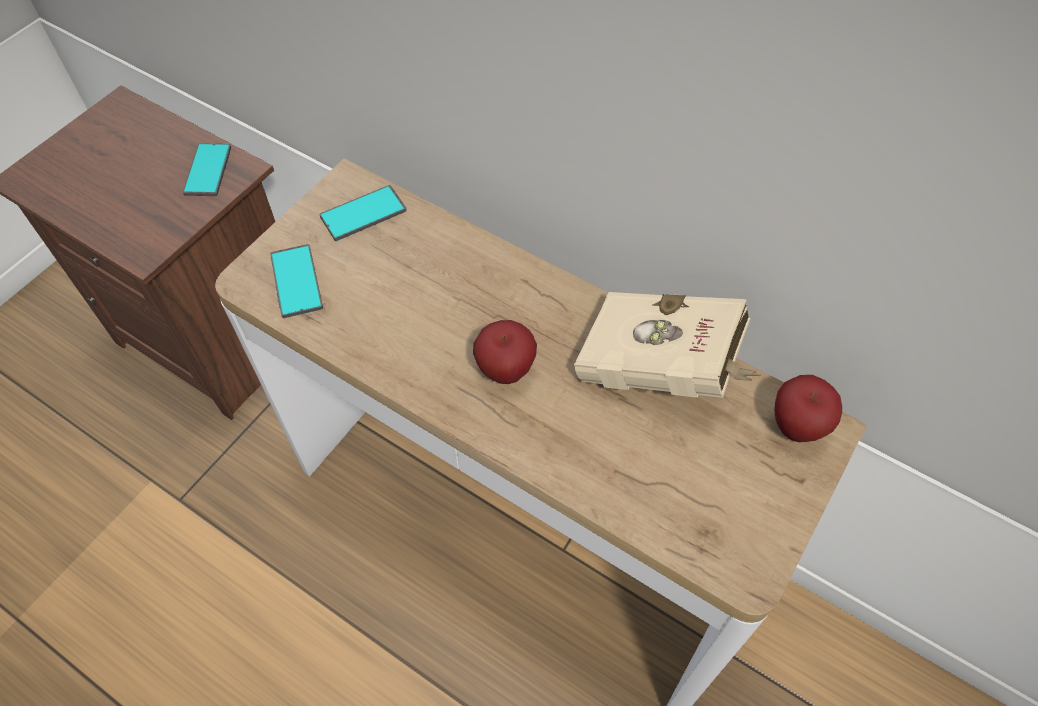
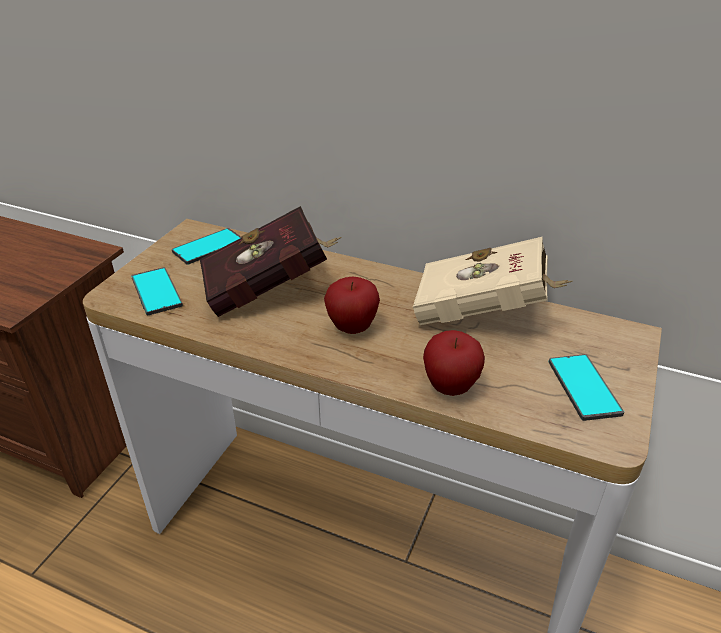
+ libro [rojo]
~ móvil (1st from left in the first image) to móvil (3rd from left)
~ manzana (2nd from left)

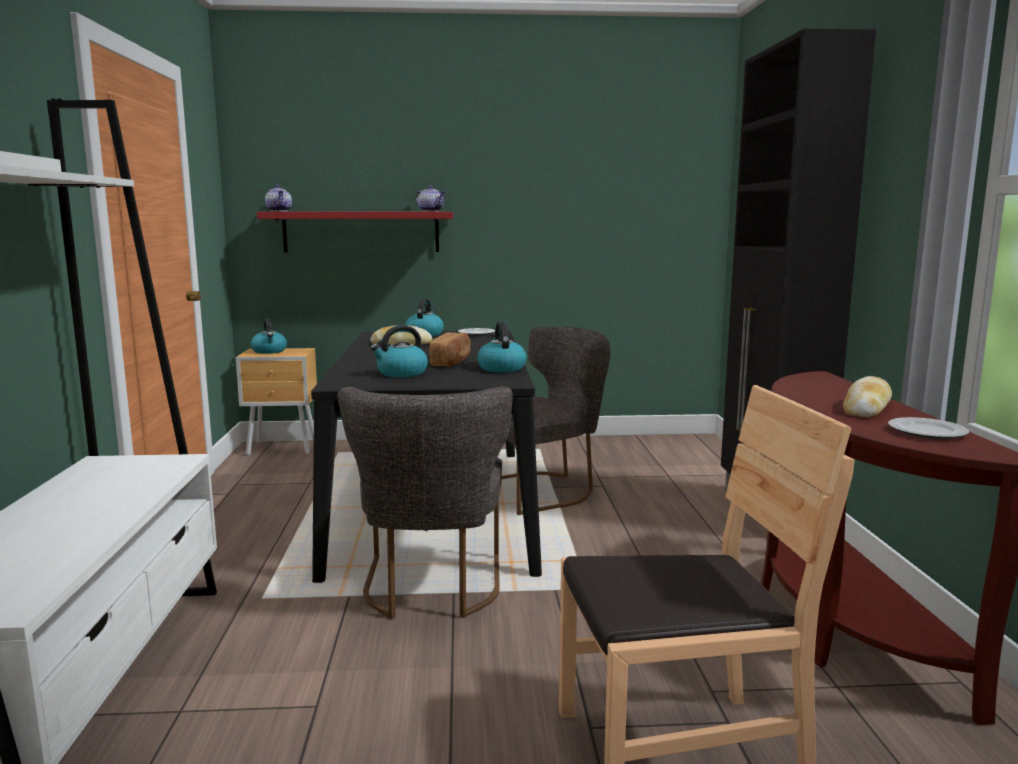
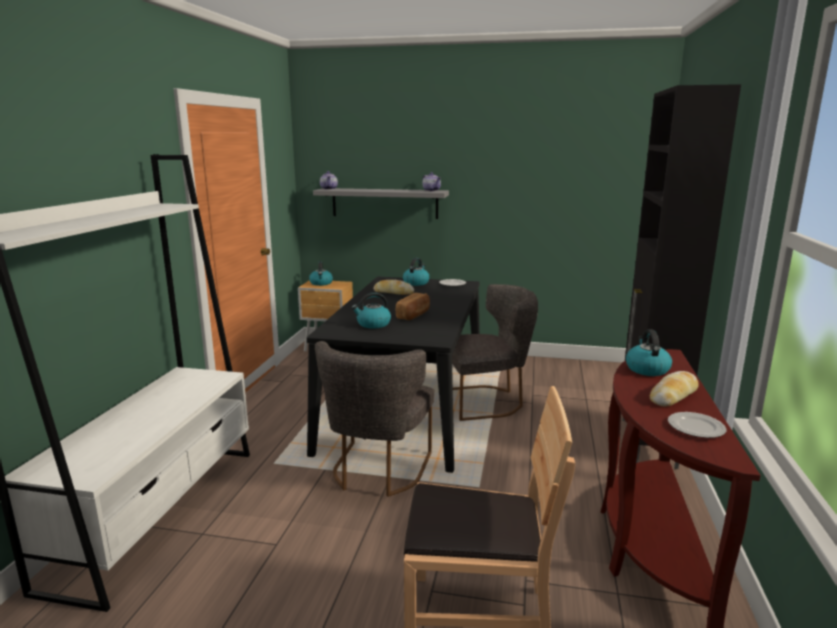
~ hervidor (4th from left)
~ estante [rojo] to estante [gris]

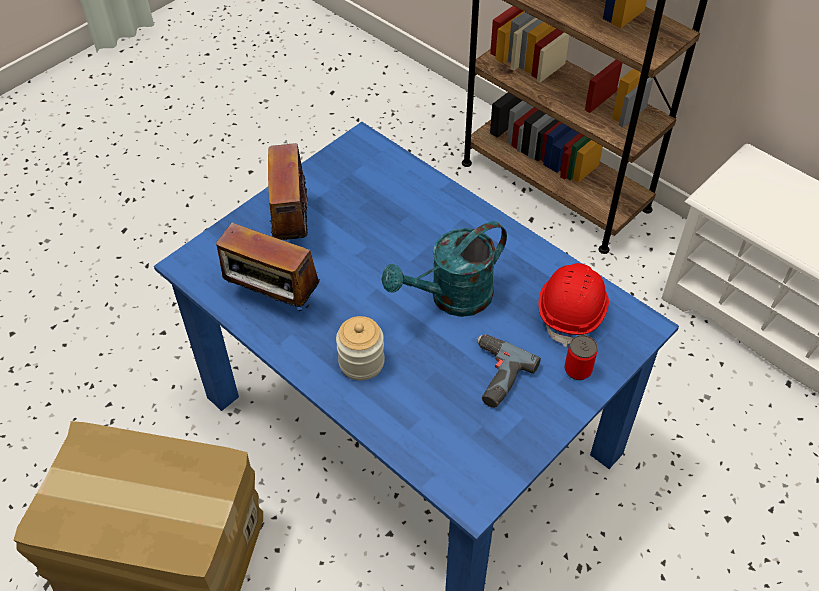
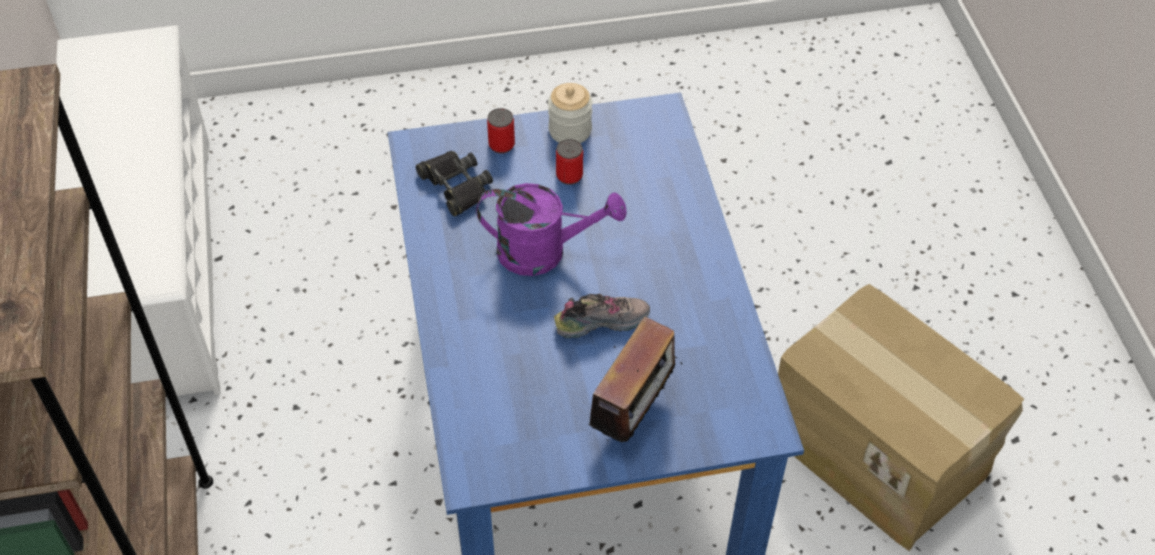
- radio (1st from left)
+ zapato
~ tarro
~ taladro to lata (2nd from left)
~ casco [rojo] to prismáticos [negro]
~ regadera [turquesa] to regadera [morado]

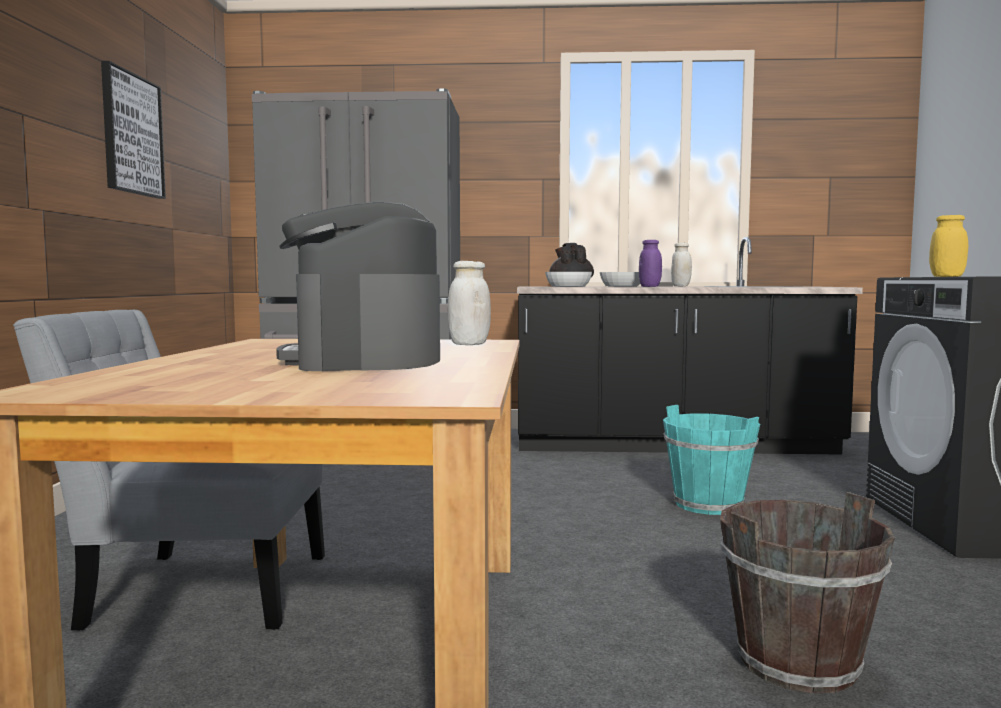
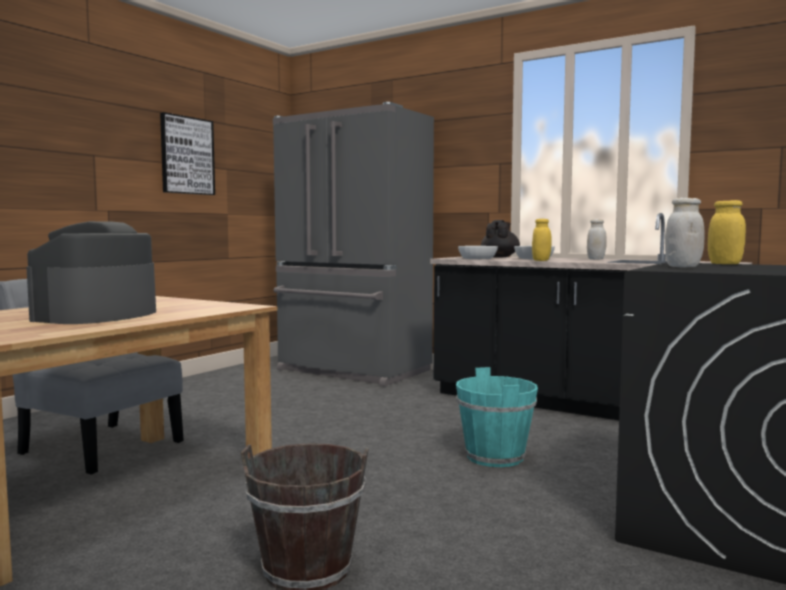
~ tarro [blanco] (1st from left in the first image) to tarro [blanco] (2nd from left)
~ tarro [morado] to tarro [amarillo] (1st from left)

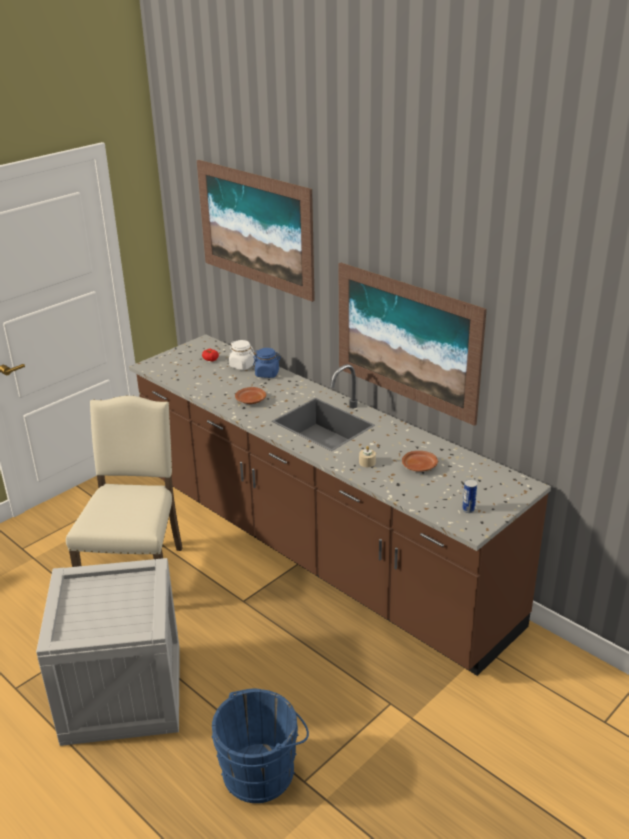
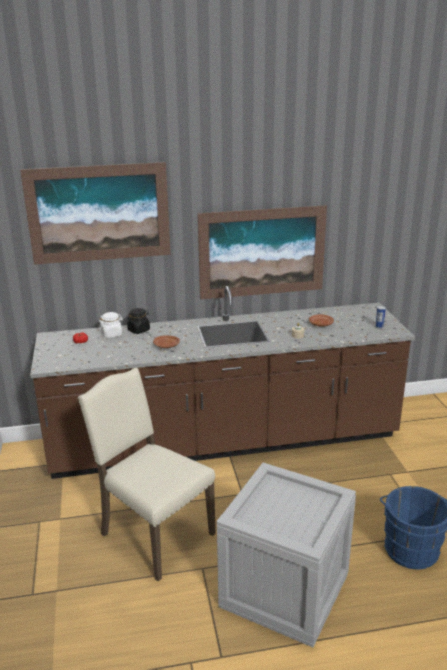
~ tarro [azul] to tarro [negro]

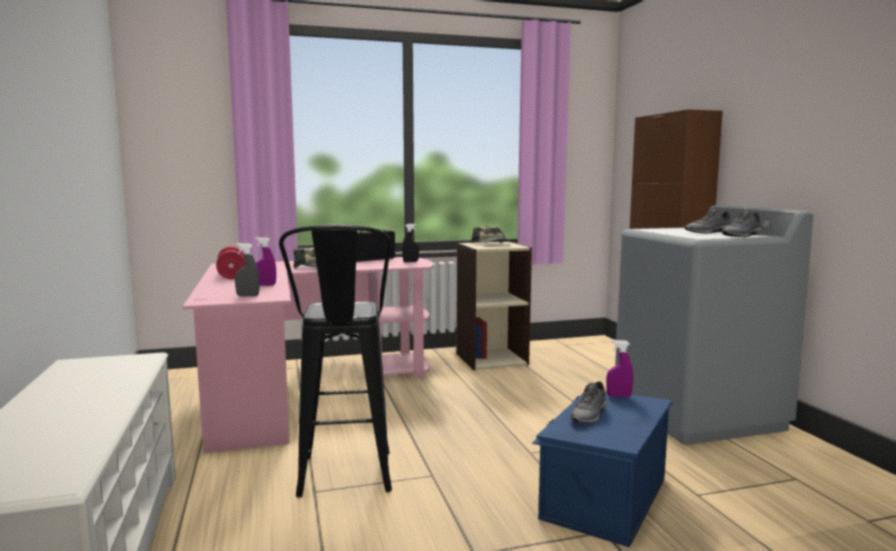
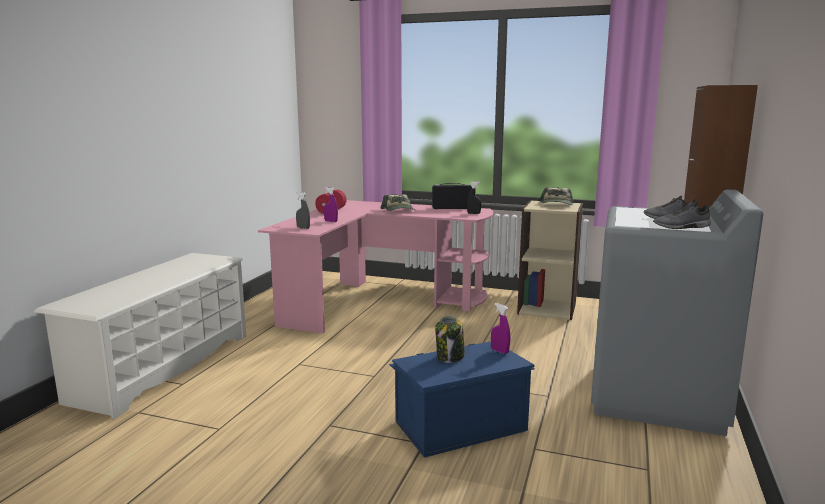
- taburete [negro]
~ zapato [gris] (1st from left) to tarro

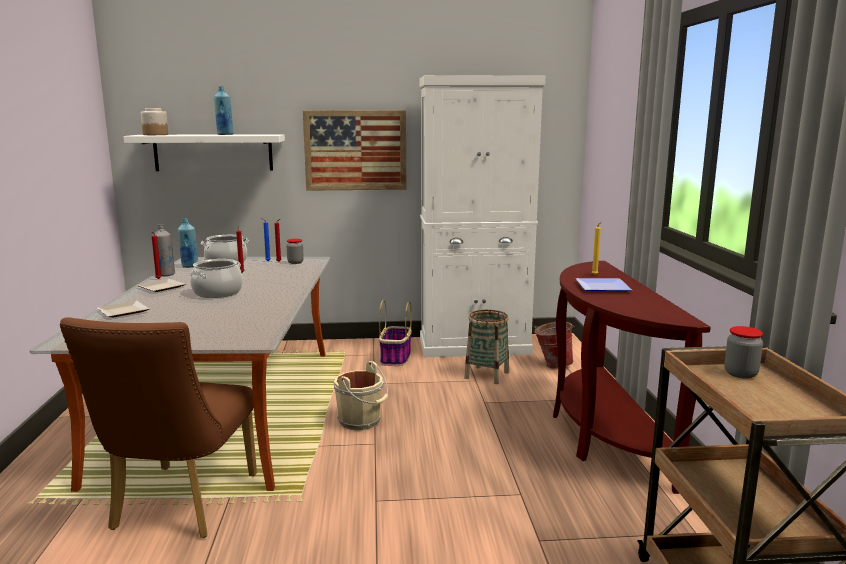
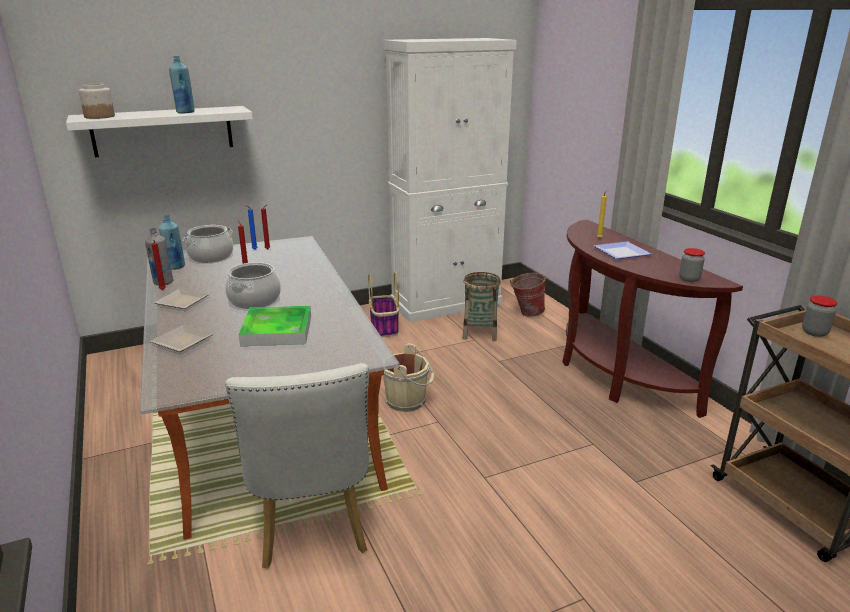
- cuadro
+ bandeja
~ tarro (2nd from left)
~ silla [marrón] to silla [blanco]

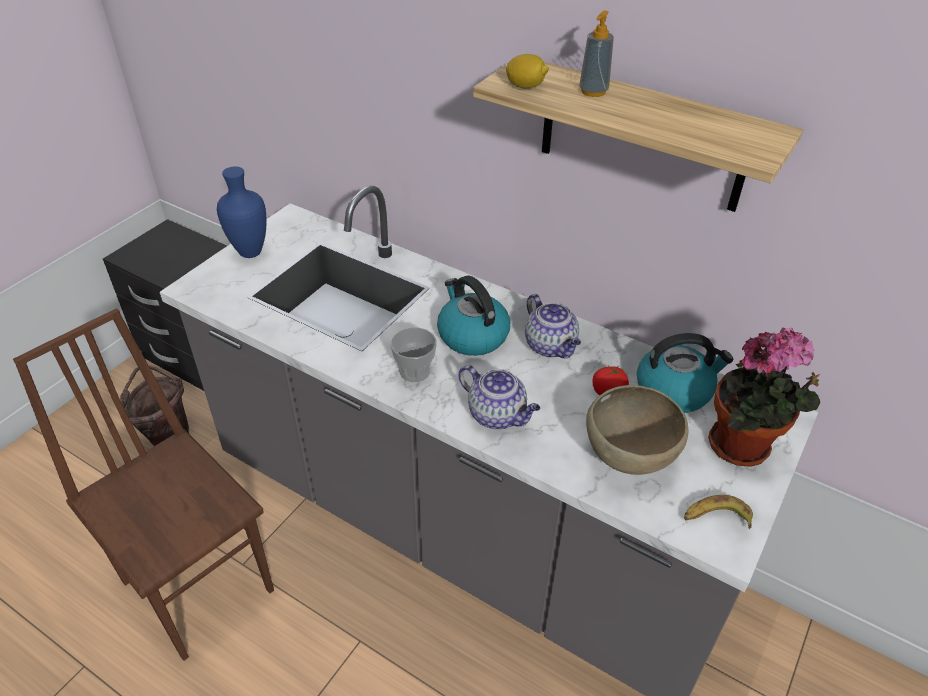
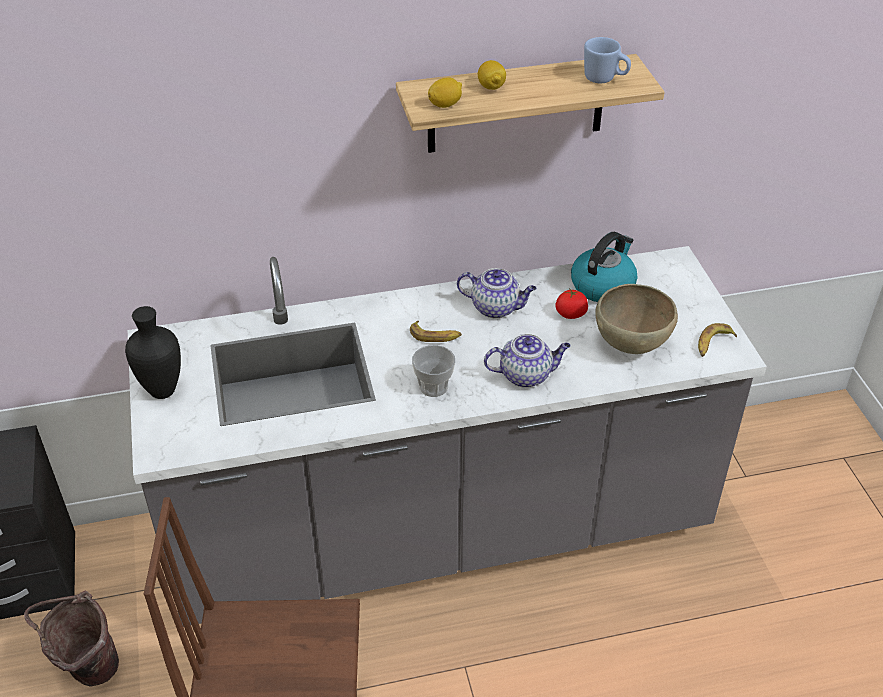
- planta en maceta
+ taza grande [azul]
~ hervidor (1st from left) to plátano (1st from left)
~ dispensador de jabón to limón (2nd from left)
~ florero [azul] to florero [negro]

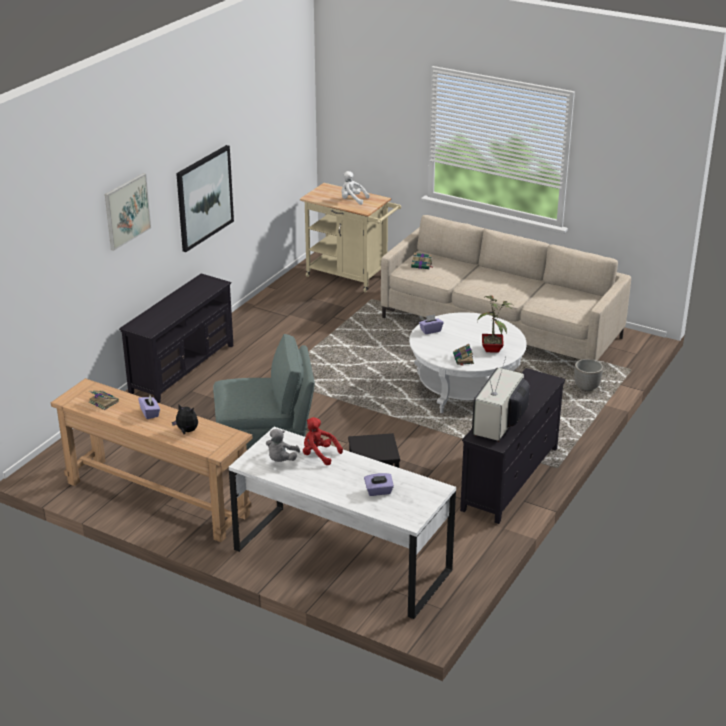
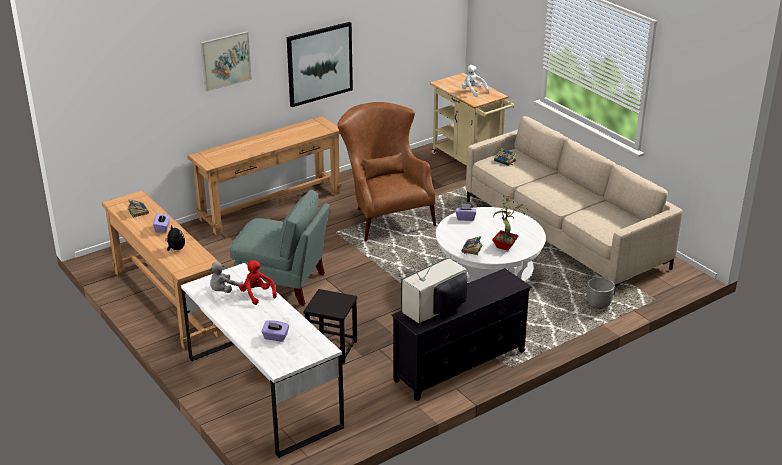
+ sillón [marrón]
~ mueble de televisión [negro] (1st from left) to mesa consola [marrón] (2nd from left)

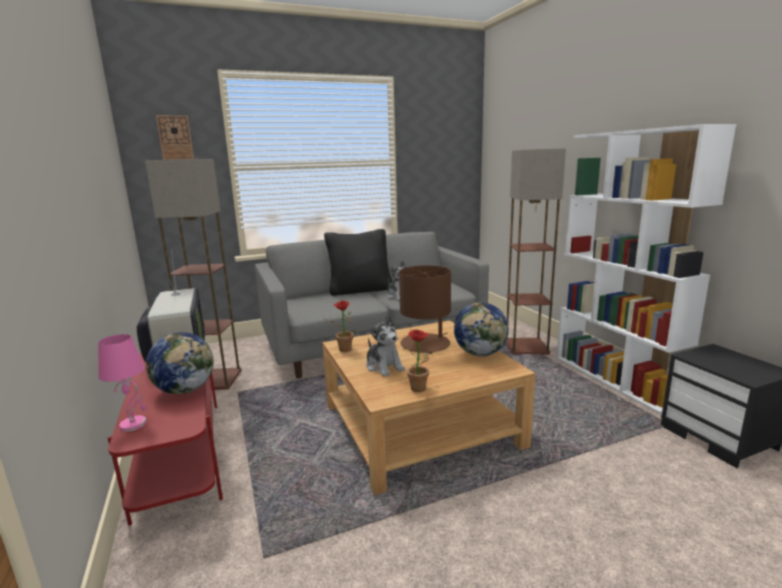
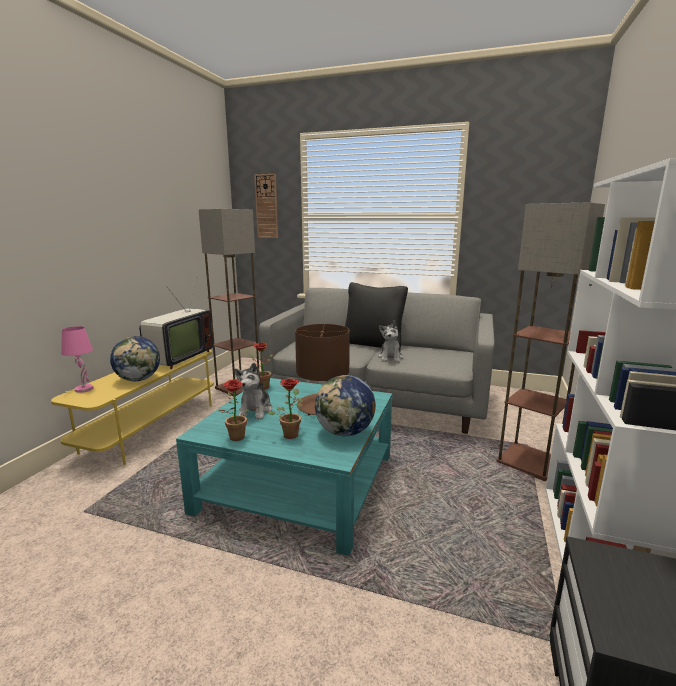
+ planta en maceta (3rd from left)
~ mueble de televisión [rojo] to mueble de televisión [amarillo]
~ mesa de centro [beis] to mesa de centro [turquesa]

